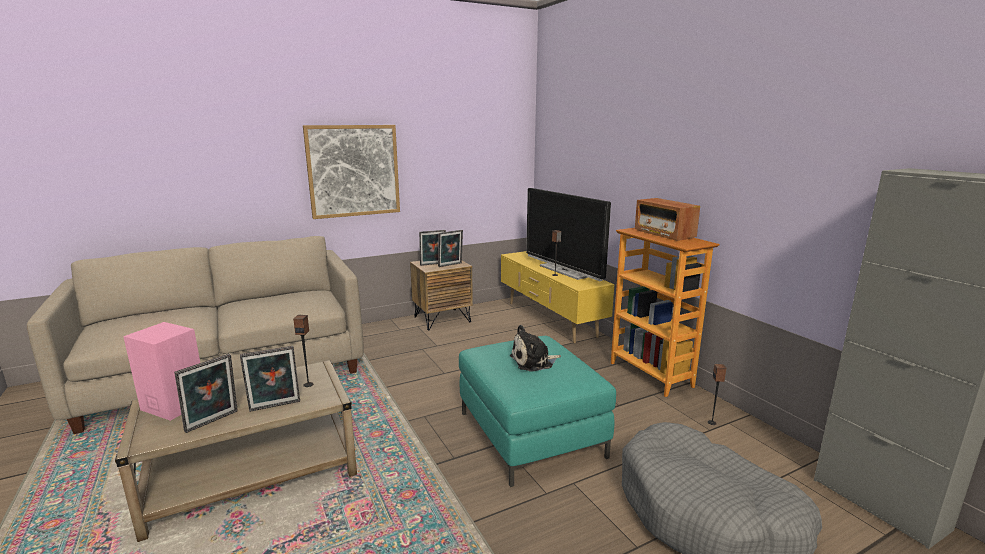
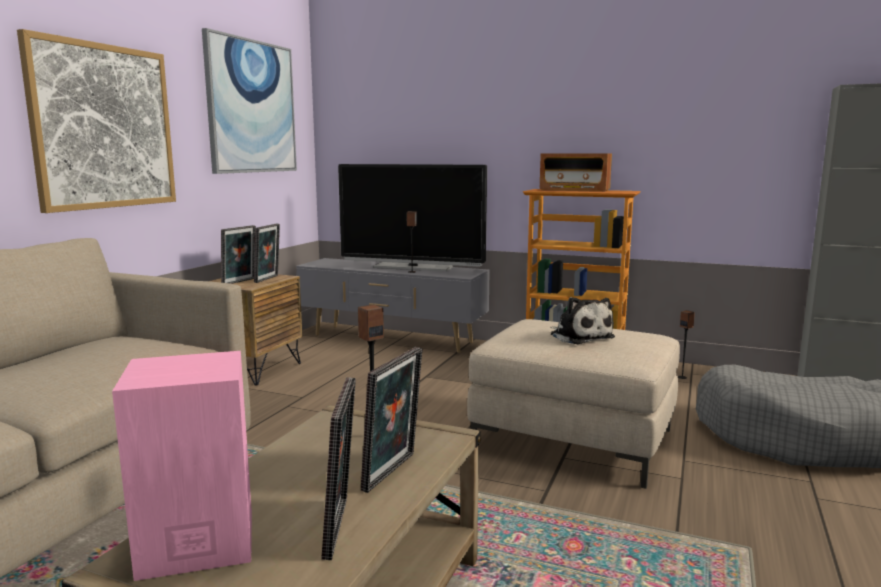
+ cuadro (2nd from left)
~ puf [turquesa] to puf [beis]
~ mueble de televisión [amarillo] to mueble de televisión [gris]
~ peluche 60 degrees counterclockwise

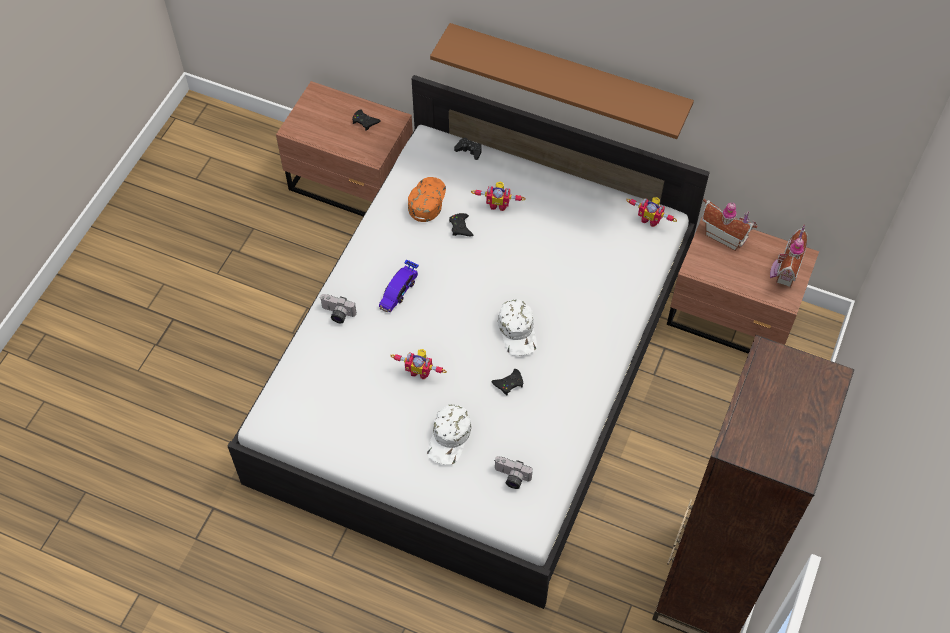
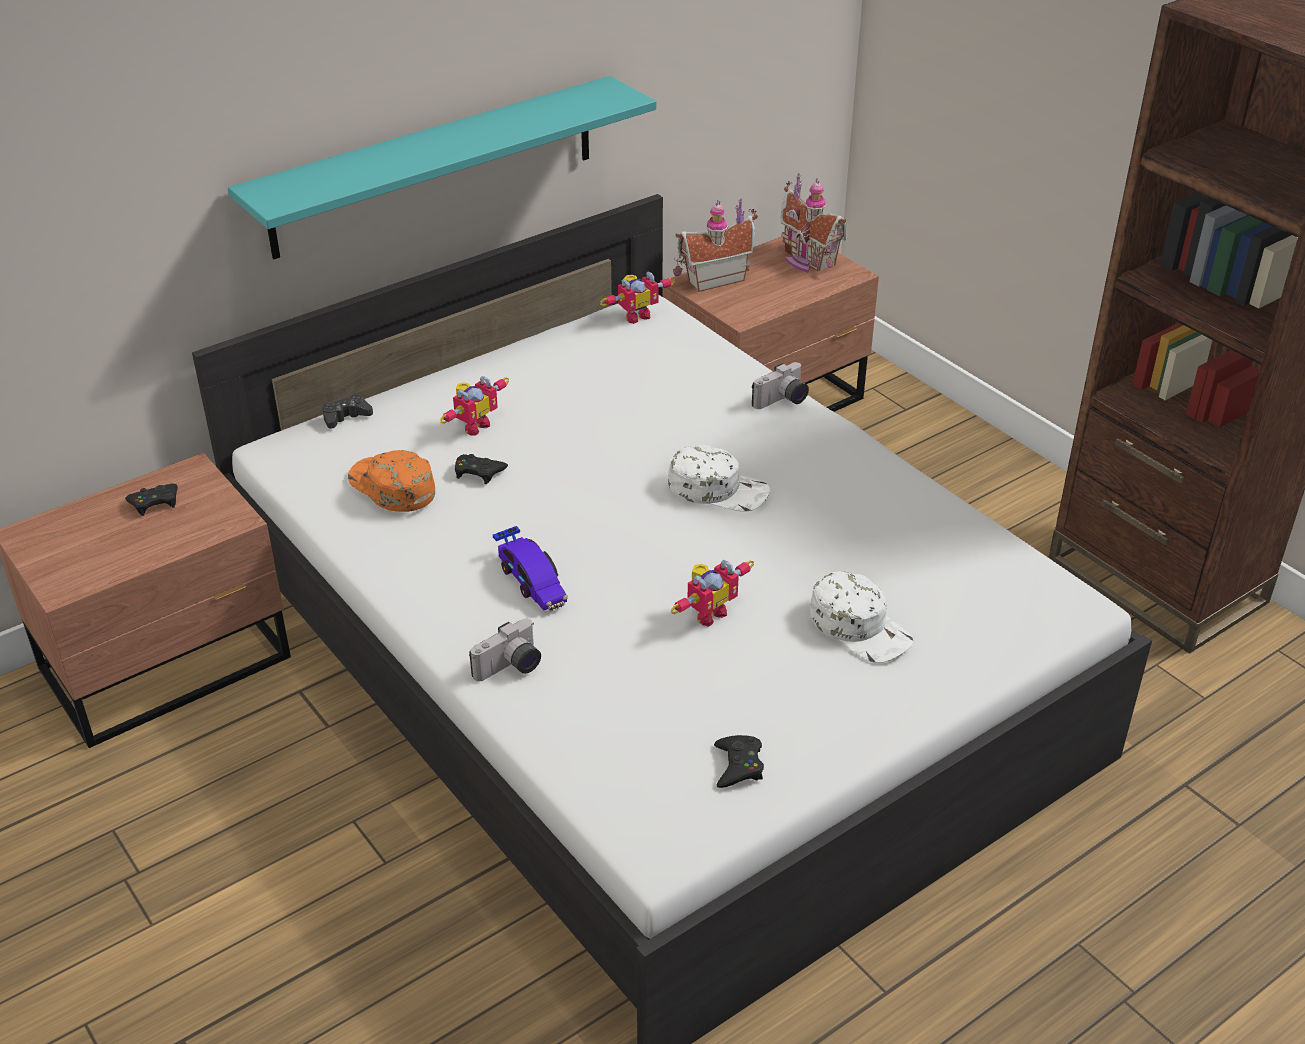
~ mando de consola [negro] (4th from left)
~ cámara (2nd from left)
~ estante [marrón] to estante [turquesa]

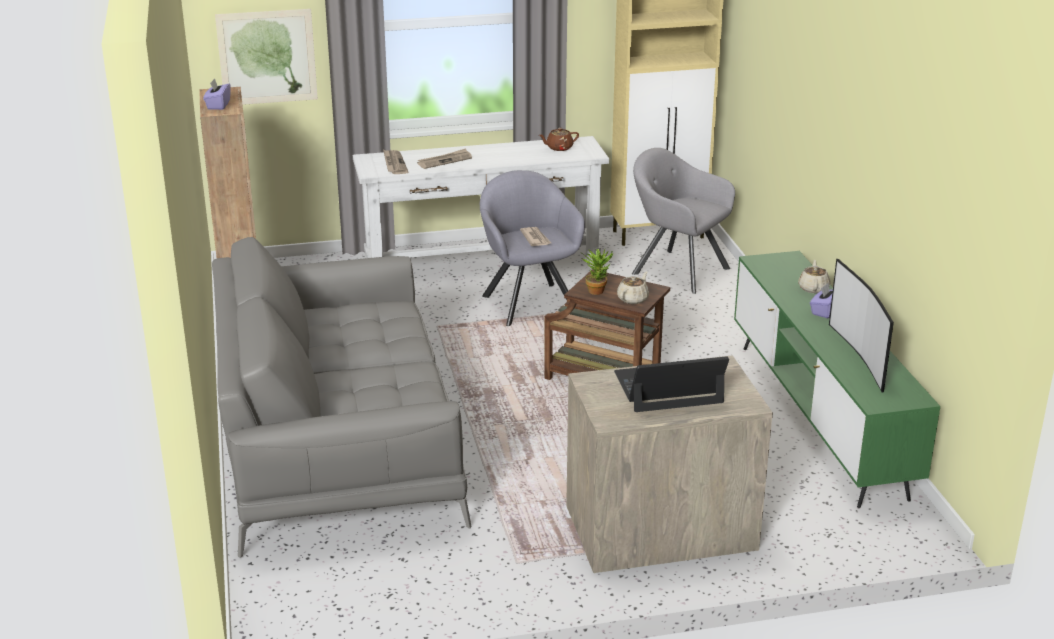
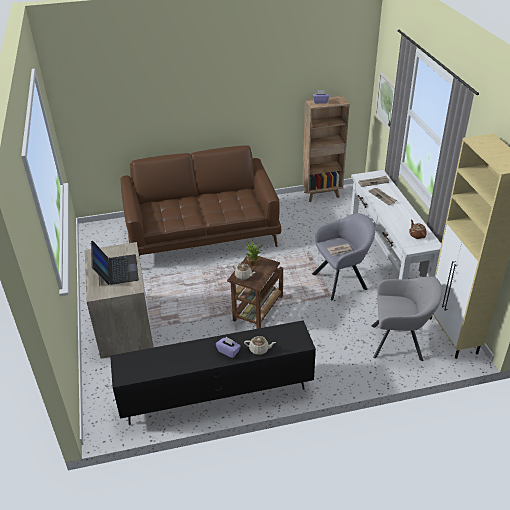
- televisor
~ sofá [gris] to sofá [marrón]
~ mueble de televisión [verde] to mueble de televisión [negro]
~ sillón [gris] (2nd from left) 60 degrees clockwise

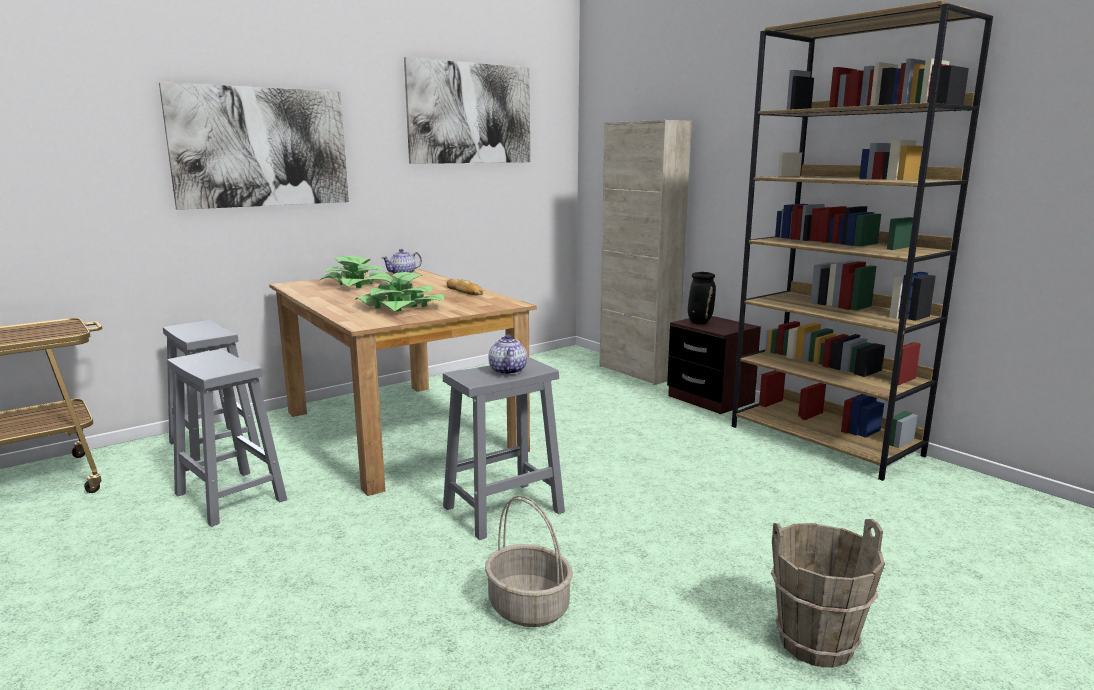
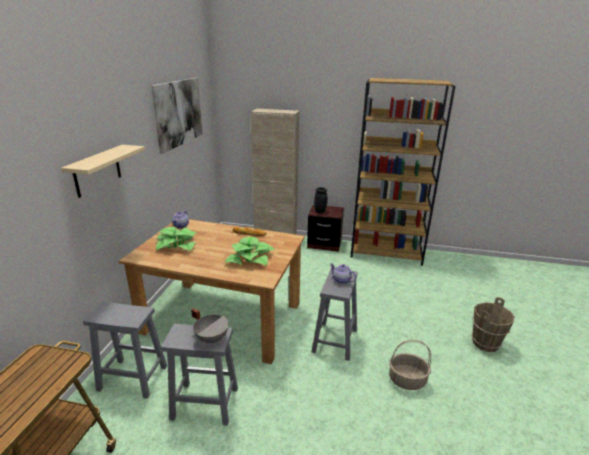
+ olla [gris]
~ cuadro (1st from left) to estante [beis]

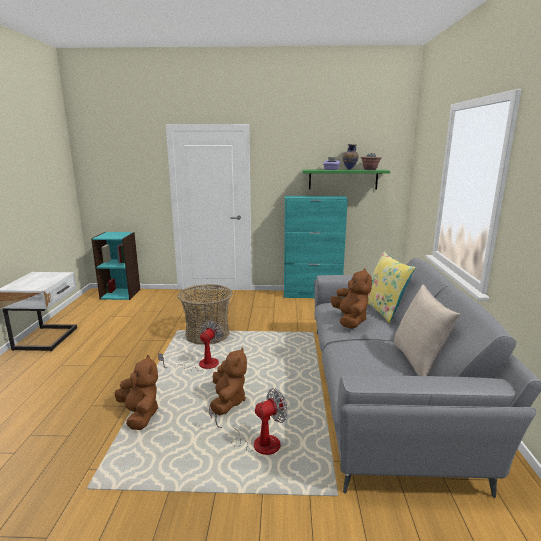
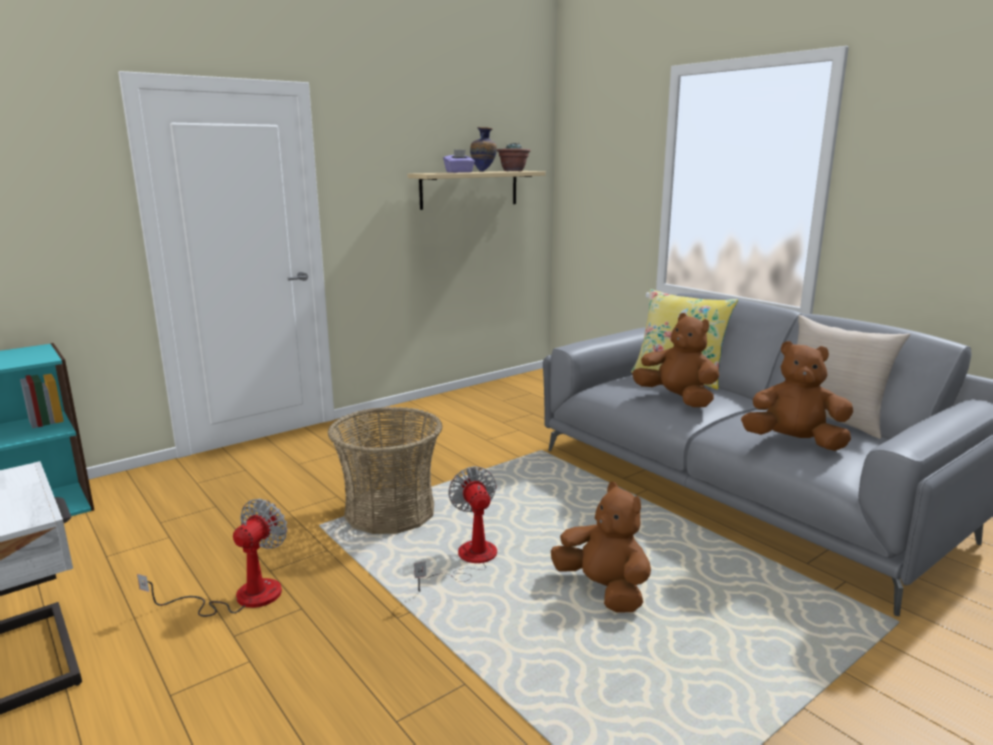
- armario [turquesa]
~ peluche [marrón] (1st from left in the first image) to peluche [marrón] (3rd from left)
~ ventilador (2nd from left in the first image) to ventilador (1st from left)
~ estante [verde] to estante [beis]

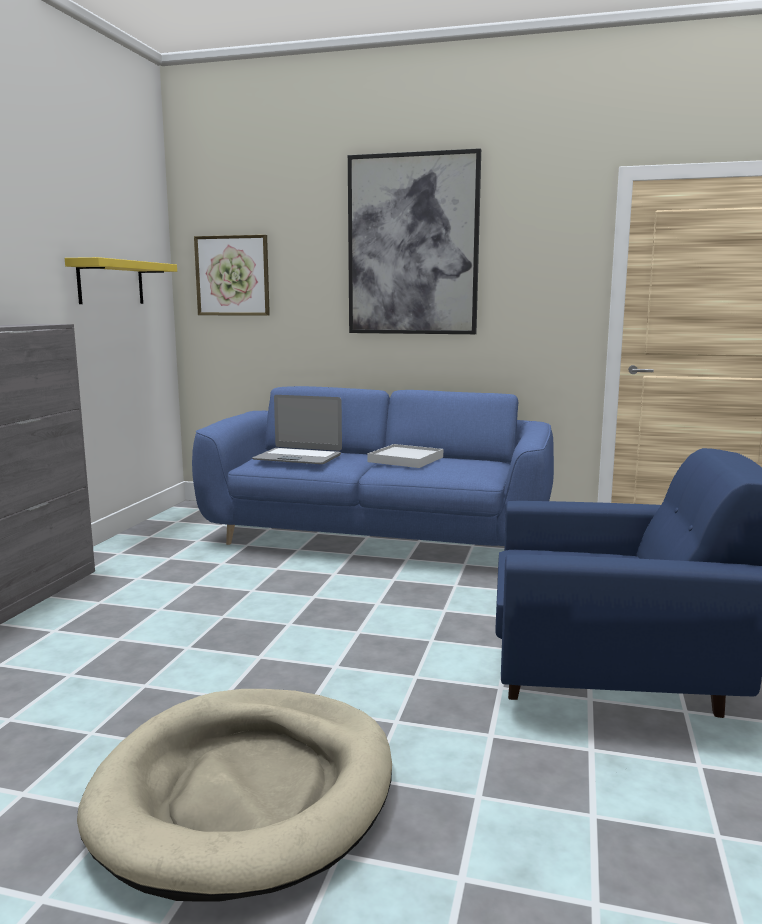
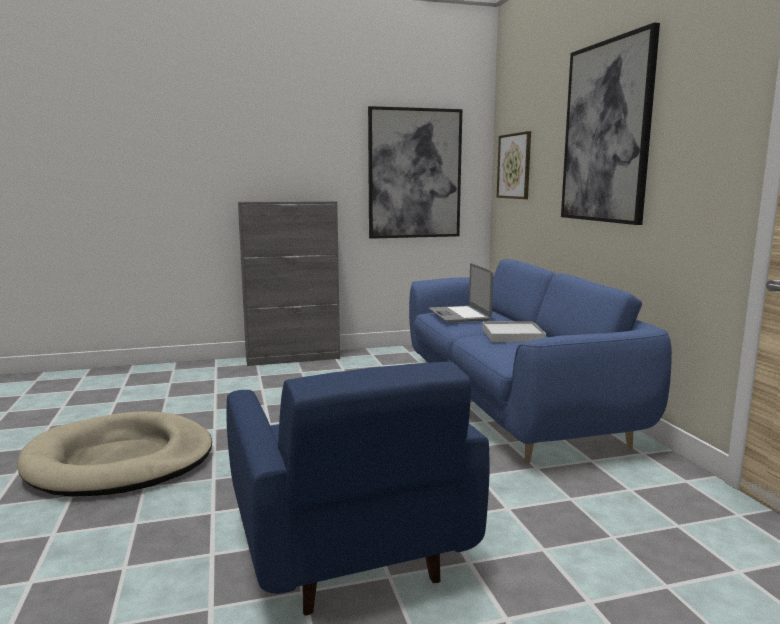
~ estante [amarillo] to cuadro (1st from left)

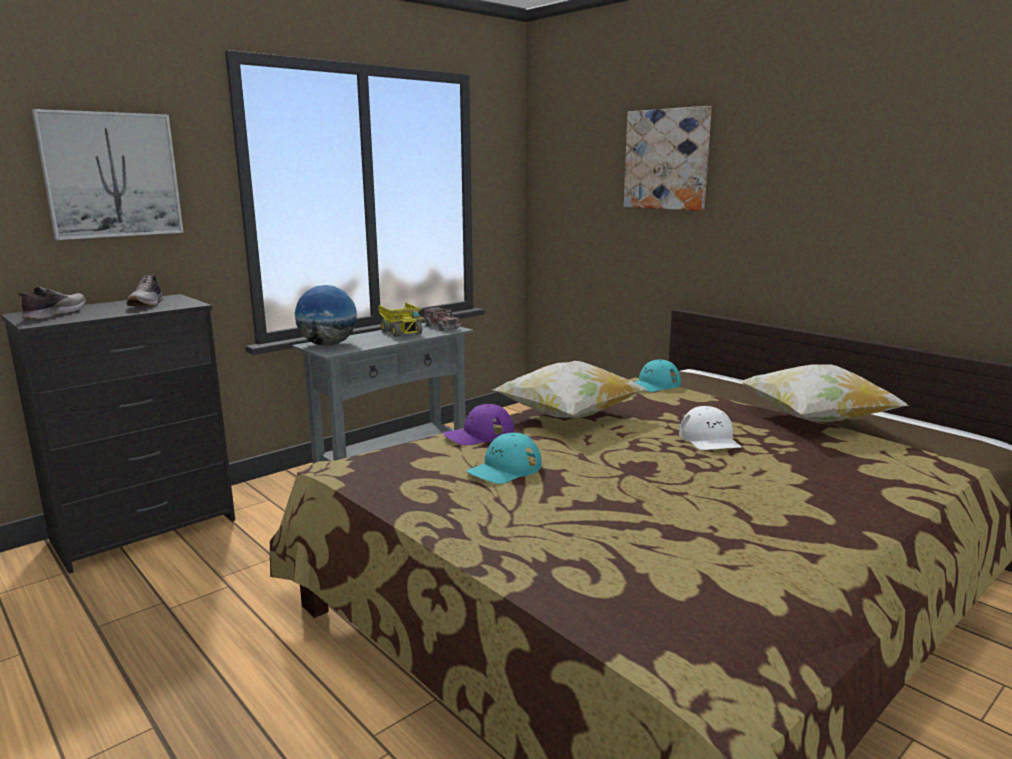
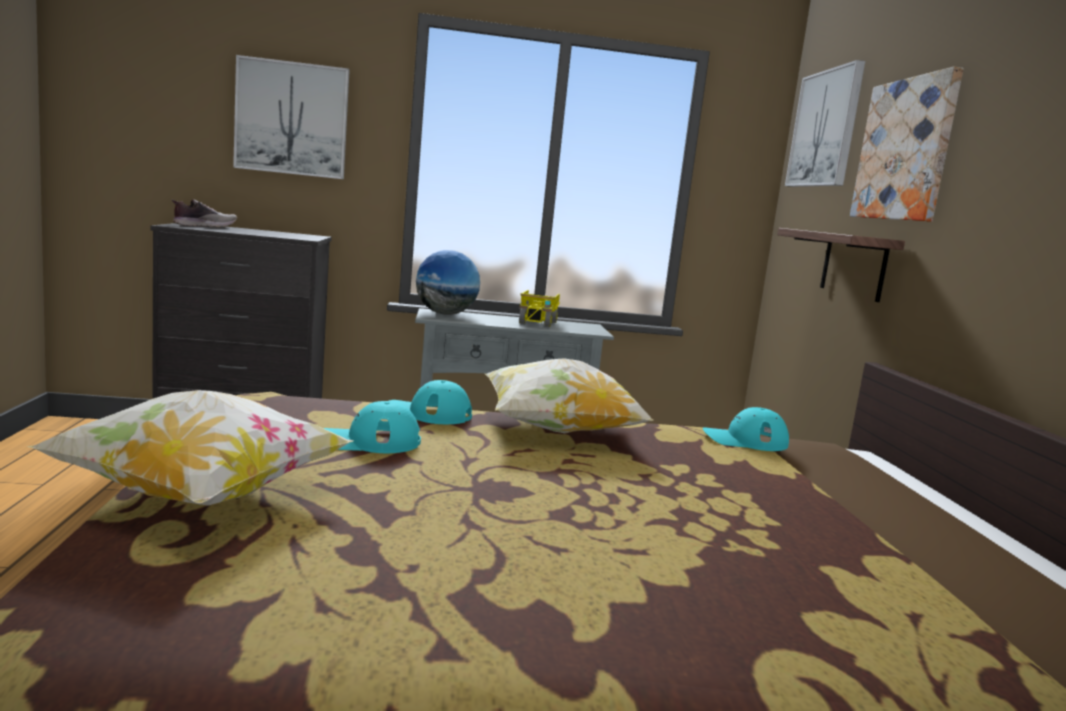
- zapato (2nd from left)
- camión de juguete (2nd from left)
- gorra [blanco]
+ estante
+ cuadro (2nd from left)
~ cojín (2nd from left in the first image) to cojín (1st from left)
~ gorra [morado] to gorra [turquesa] (2nd from left)

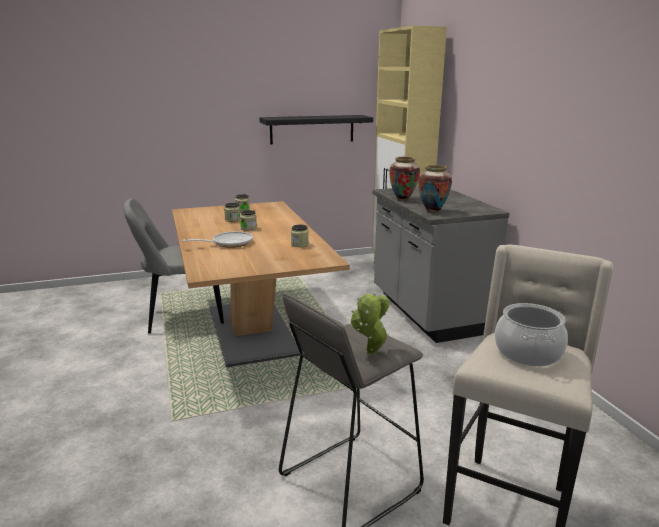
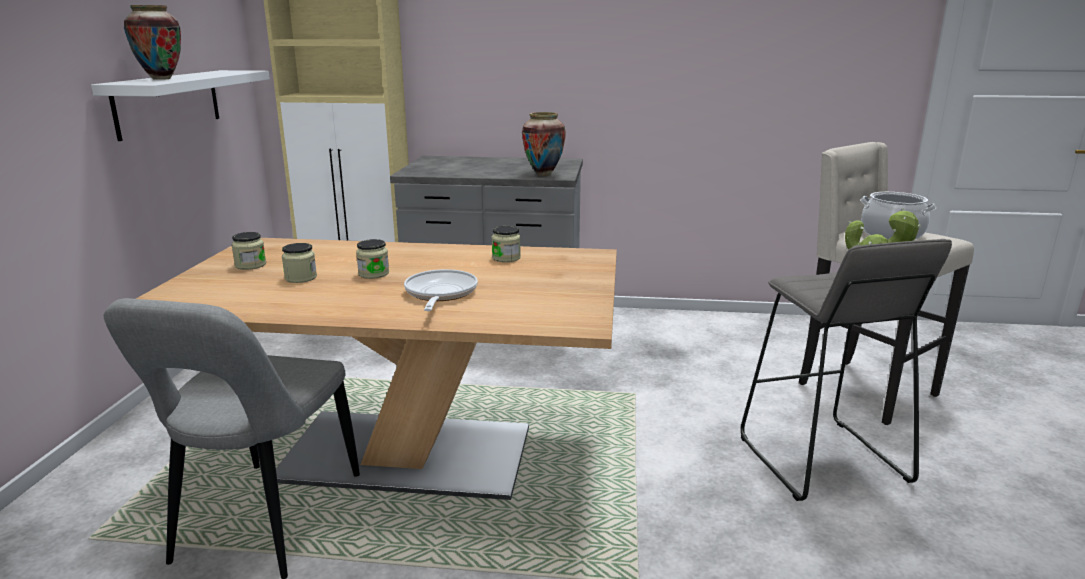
~ florero (1st from left)
~ estante [negro] to estante [blanco]

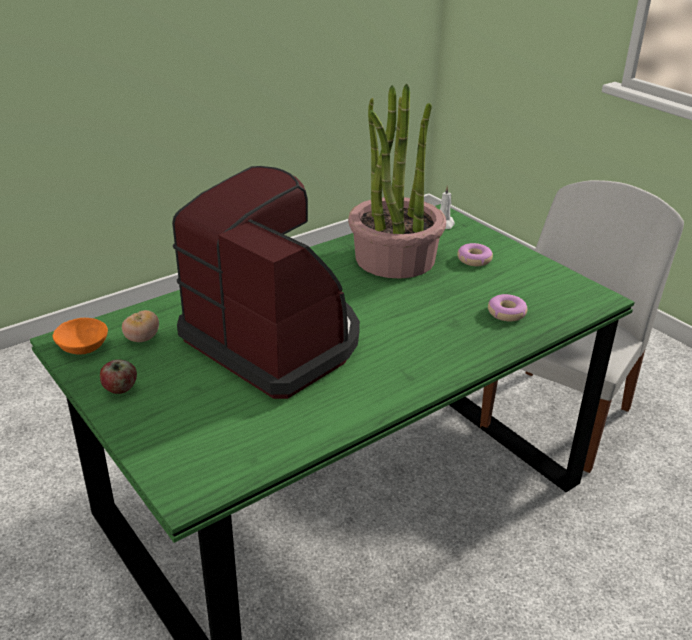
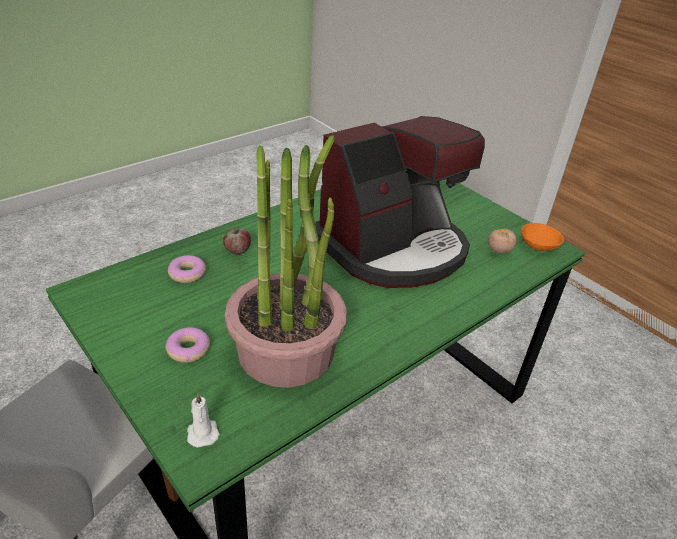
~ manzana
~ cafetera 75 degrees counterclockwise

